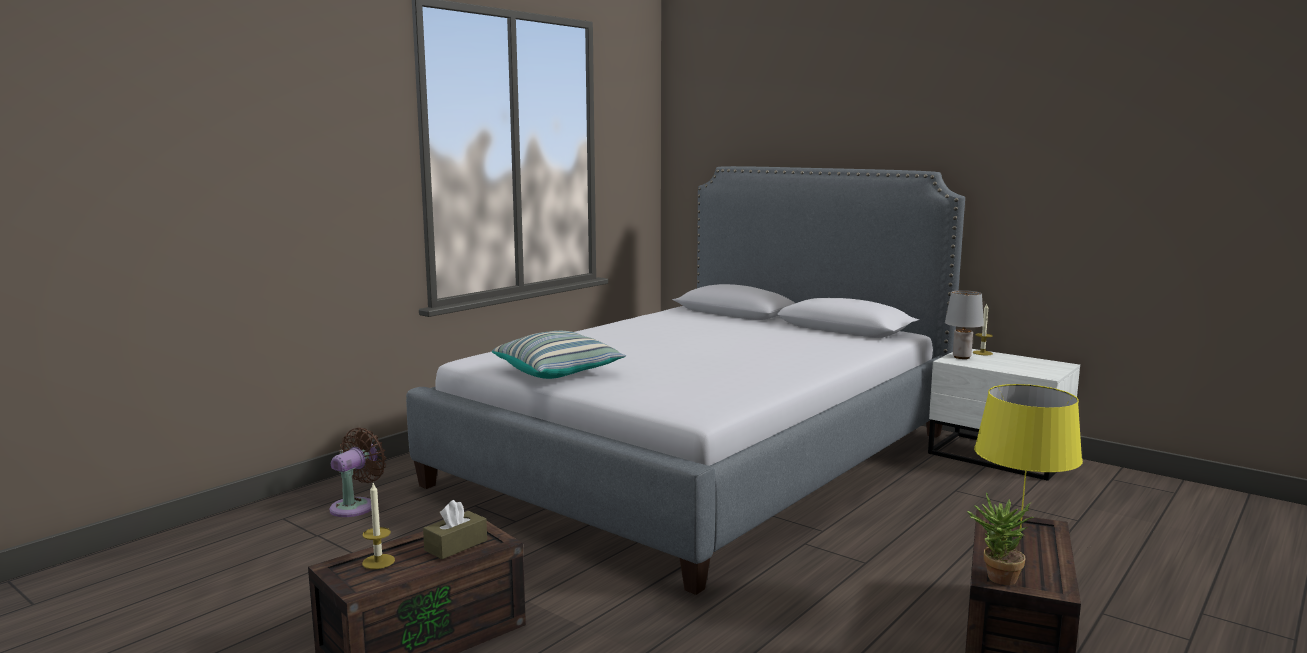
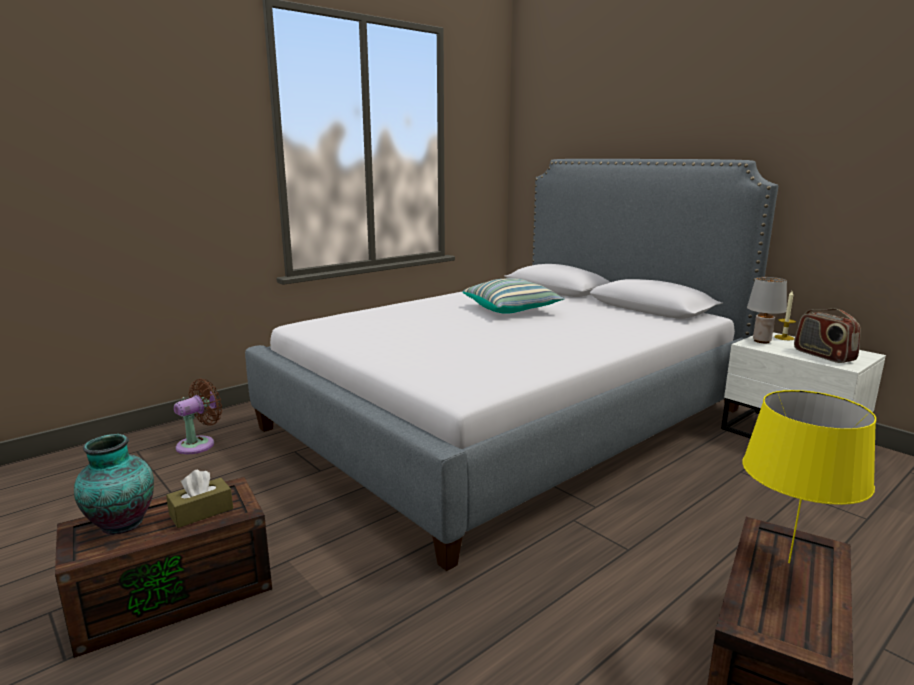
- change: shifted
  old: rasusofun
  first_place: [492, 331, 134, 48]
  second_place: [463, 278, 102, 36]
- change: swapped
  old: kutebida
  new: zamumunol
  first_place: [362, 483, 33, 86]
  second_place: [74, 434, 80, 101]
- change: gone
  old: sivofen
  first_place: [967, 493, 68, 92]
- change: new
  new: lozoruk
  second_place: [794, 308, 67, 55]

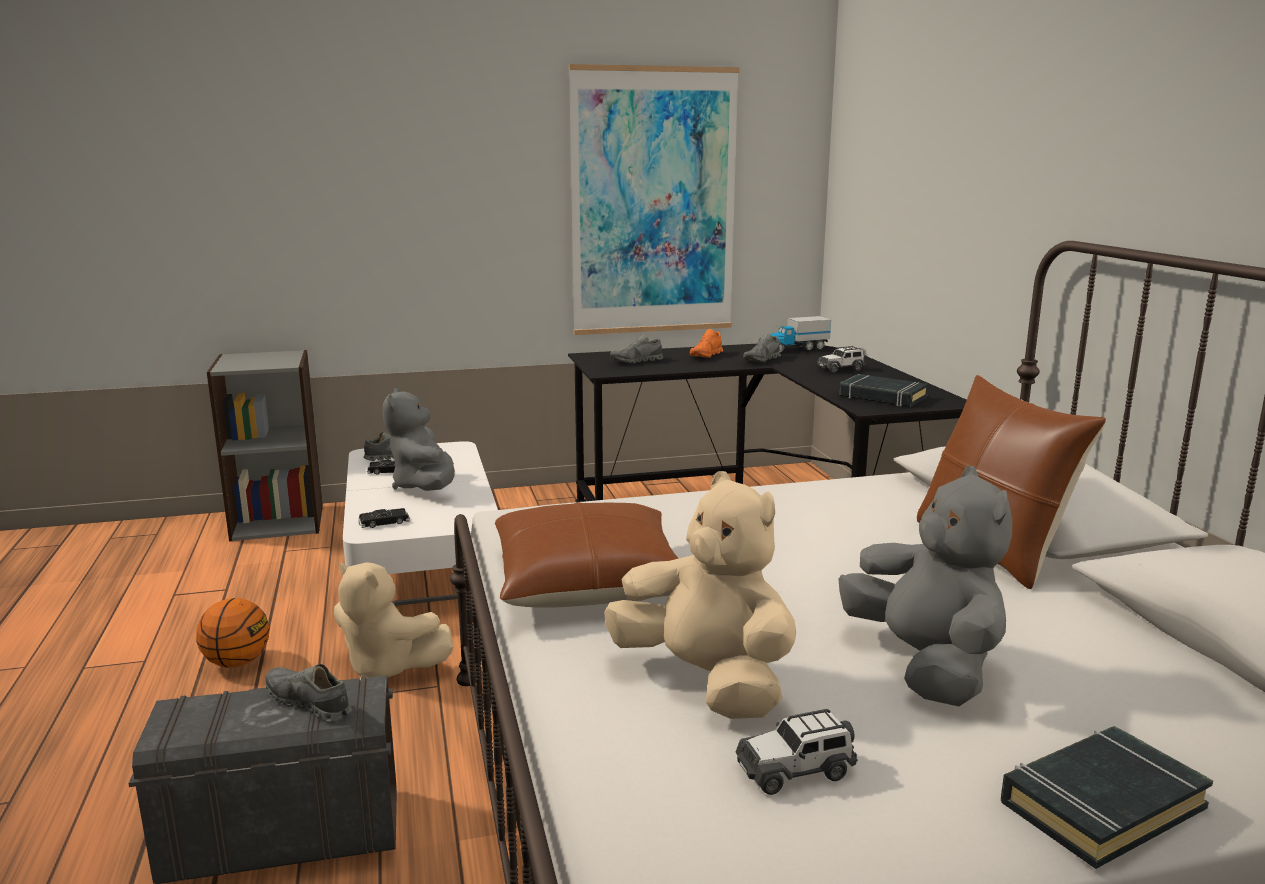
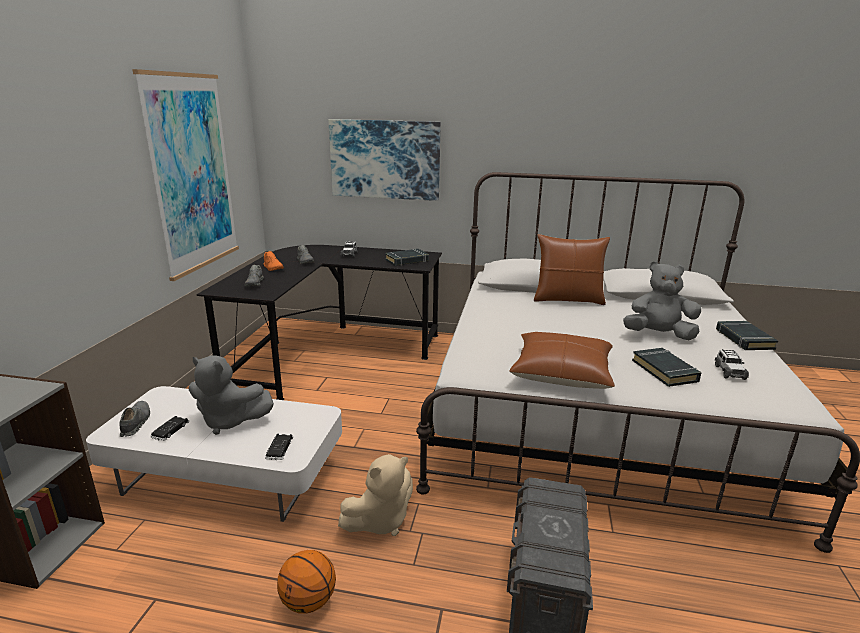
- change: gone
  old: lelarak
  first_place: [770, 316, 61, 37]
- change: swapped
  old: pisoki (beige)
  new: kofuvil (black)
  first_place: [604, 471, 192, 248]
  second_place: [632, 348, 70, 39]
- change: gone
  old: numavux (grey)
  first_place: [265, 664, 87, 59]
- change: new
  new: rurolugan
  second_place: [328, 119, 113, 82]

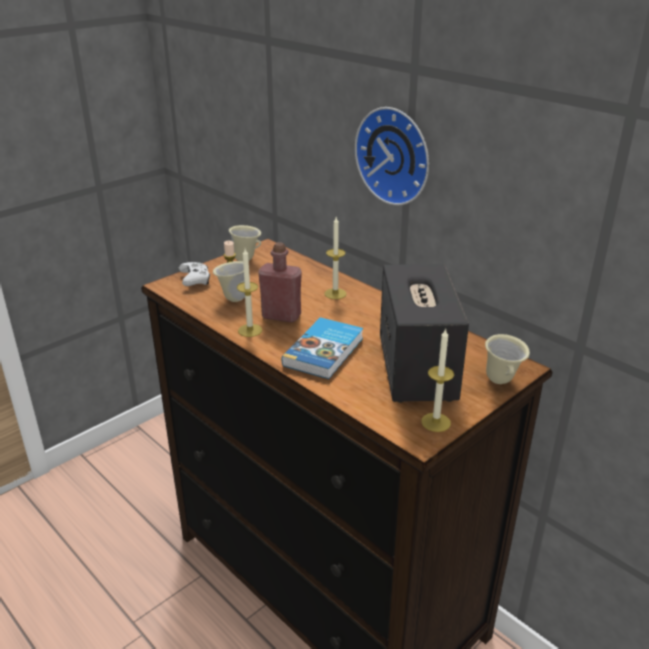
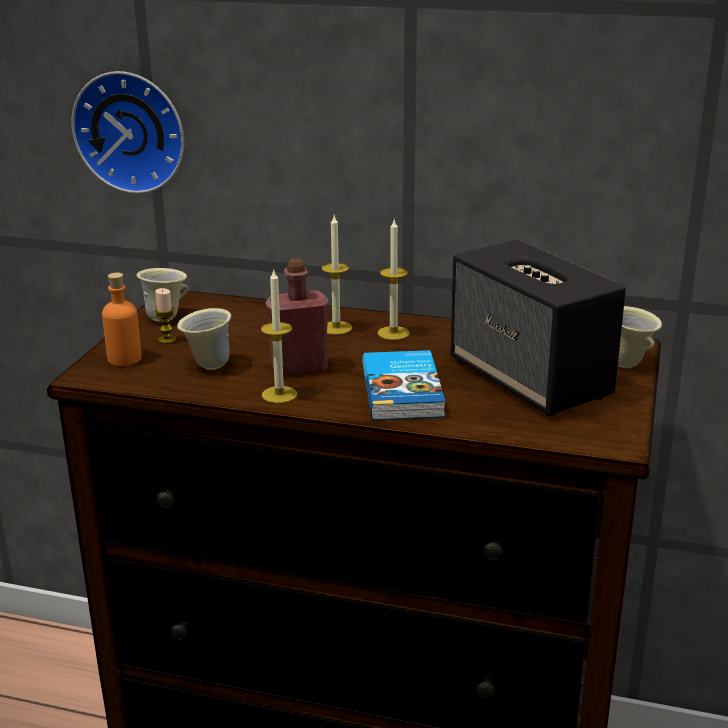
- change: shifted
  old: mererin
  first_place: [355, 107, 74, 99]
  second_place: [71, 71, 113, 123]
- change: swapped
  old: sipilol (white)
  new: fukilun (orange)
  first_place: [179, 262, 31, 24]
  second_place: [102, 272, 40, 94]
- change: shifted
  old: kutebida
  first_place: [421, 329, 33, 103]
  second_place: [378, 220, 32, 120]

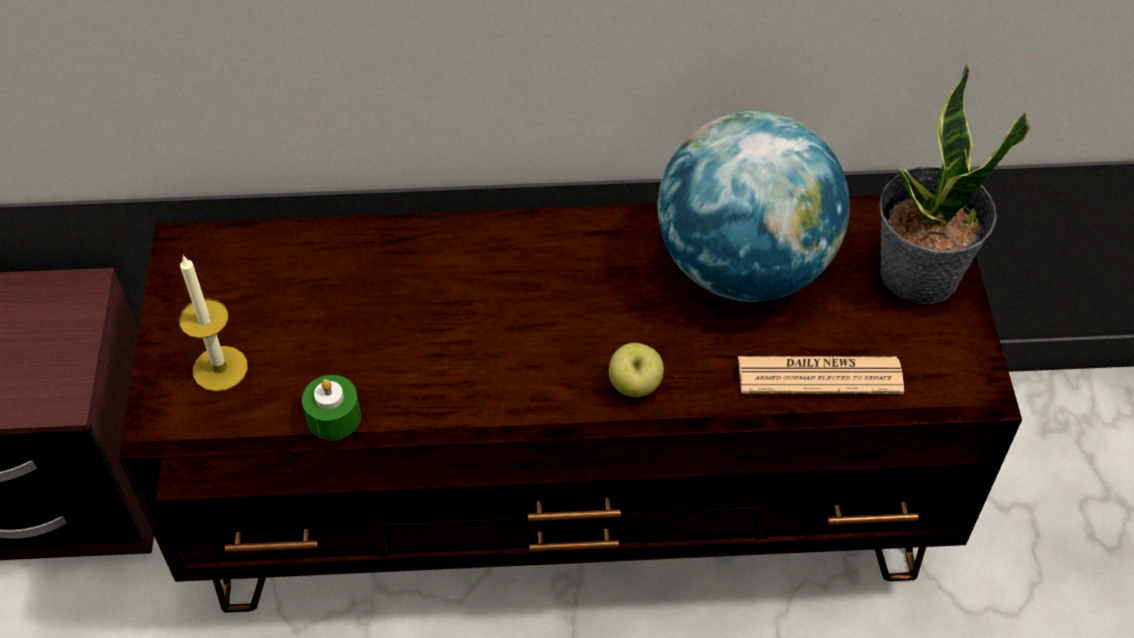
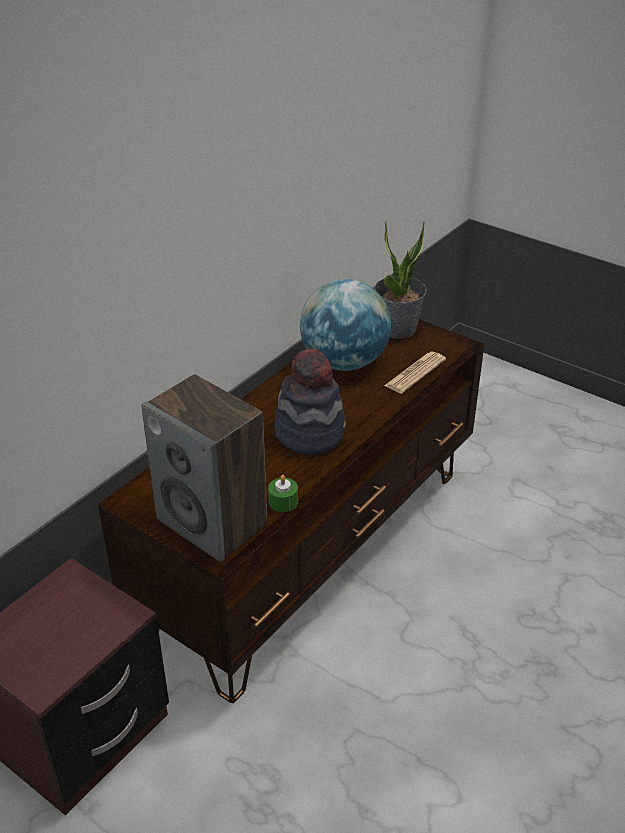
- change: swapped
  old: kutebida
  new: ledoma
  first_place: [179, 255, 69, 137]
  second_place: [141, 374, 126, 188]
- change: gone
  old: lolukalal
  first_place: [609, 343, 55, 54]
- change: new
  new: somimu
  second_place: [274, 349, 72, 106]

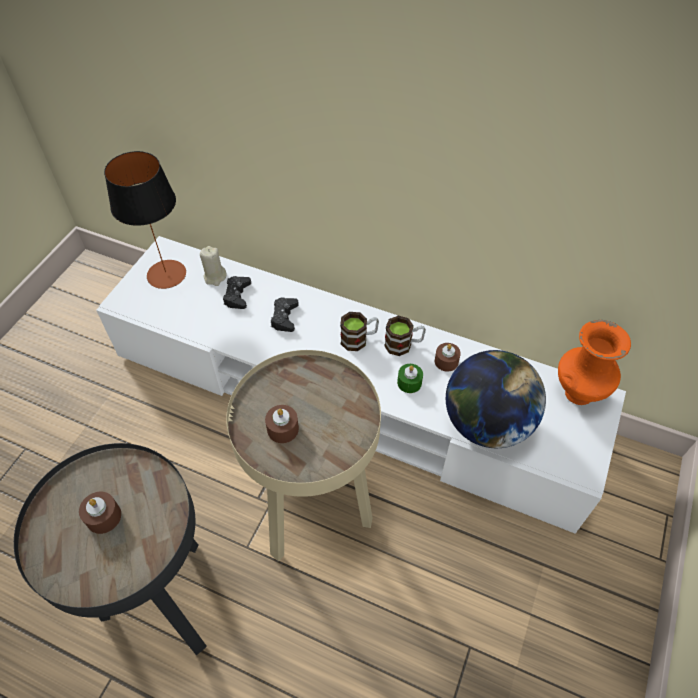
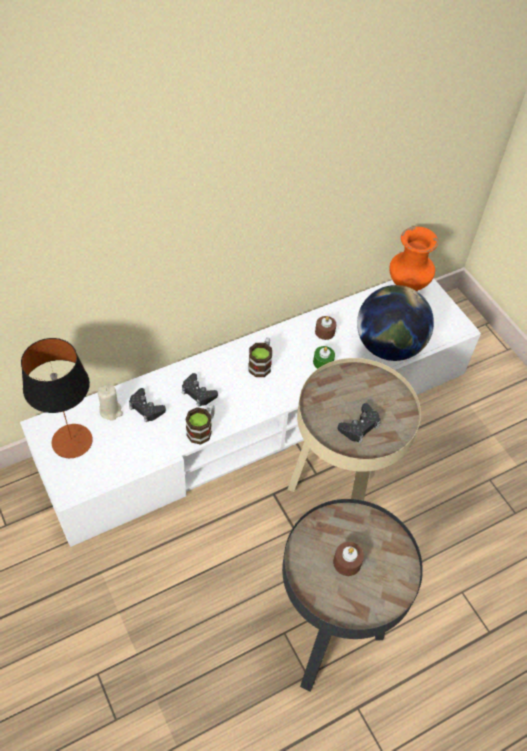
- change: shifted
  old: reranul
  first_place: [384, 316, 42, 40]
  second_place: [185, 404, 30, 41]
- change: swapped
  old: kutebida (brown)
  new: sipilol (black)
  first_place: [265, 405, 34, 38]
  second_place: [337, 403, 44, 41]

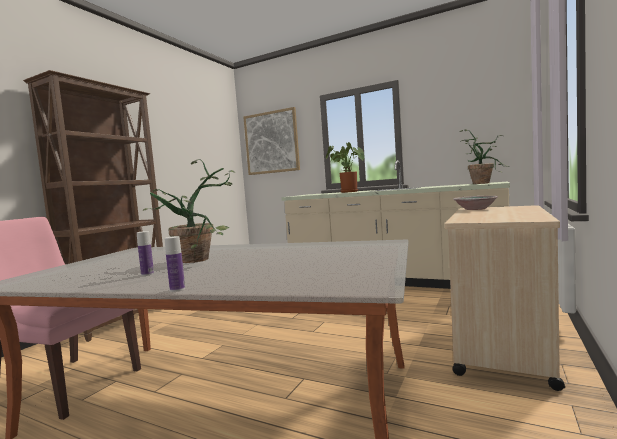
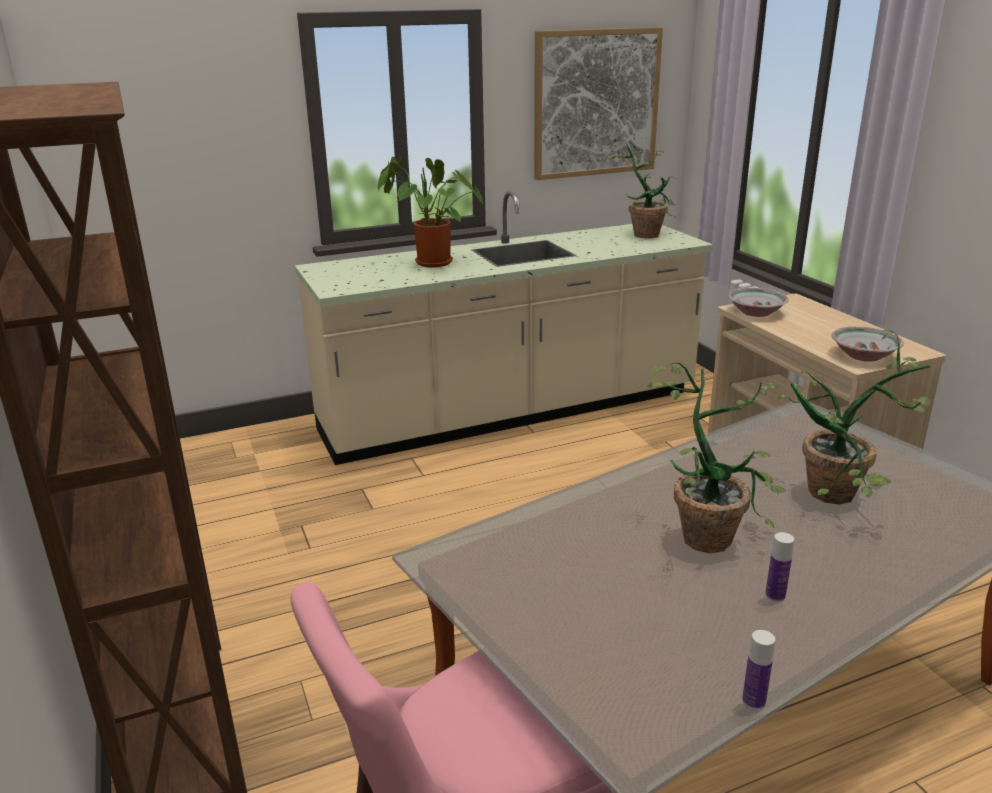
- change: shifted
  old: rurolugan
  first_place: [243, 107, 57, 68]
  second_place: [534, 27, 129, 153]
- change: shifted
  old: fukilun
  first_place: [164, 236, 21, 56]
  second_place: [742, 630, 33, 80]
- change: new
  new: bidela
  second_place: [831, 327, 73, 35]
- change: new
  new: sivofen
  second_place: [777, 329, 153, 176]

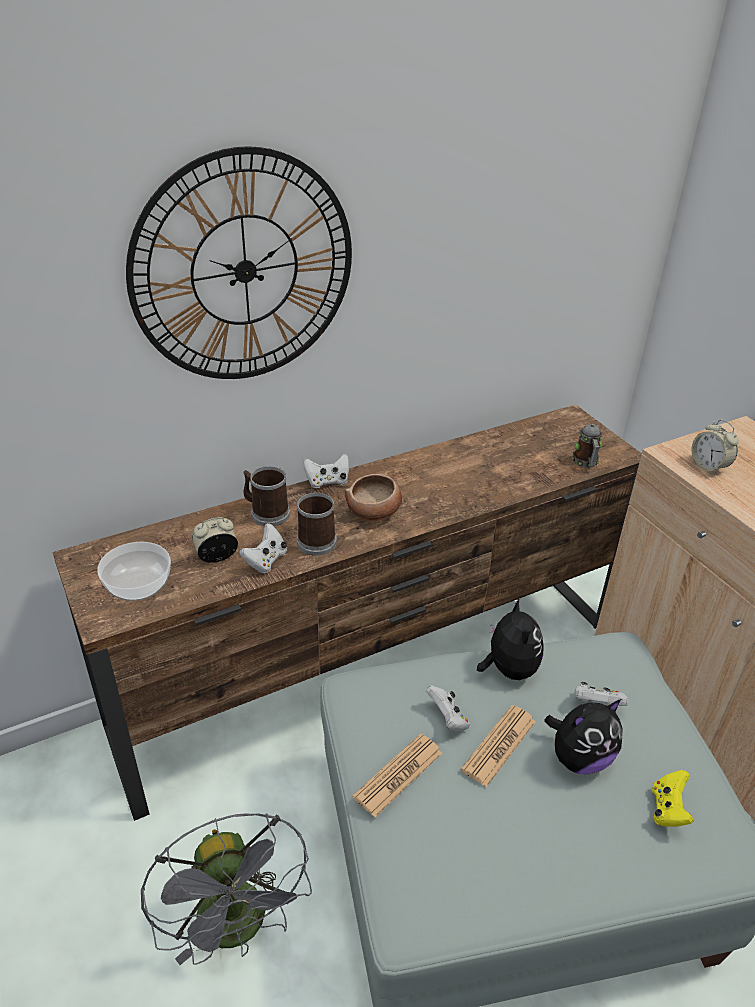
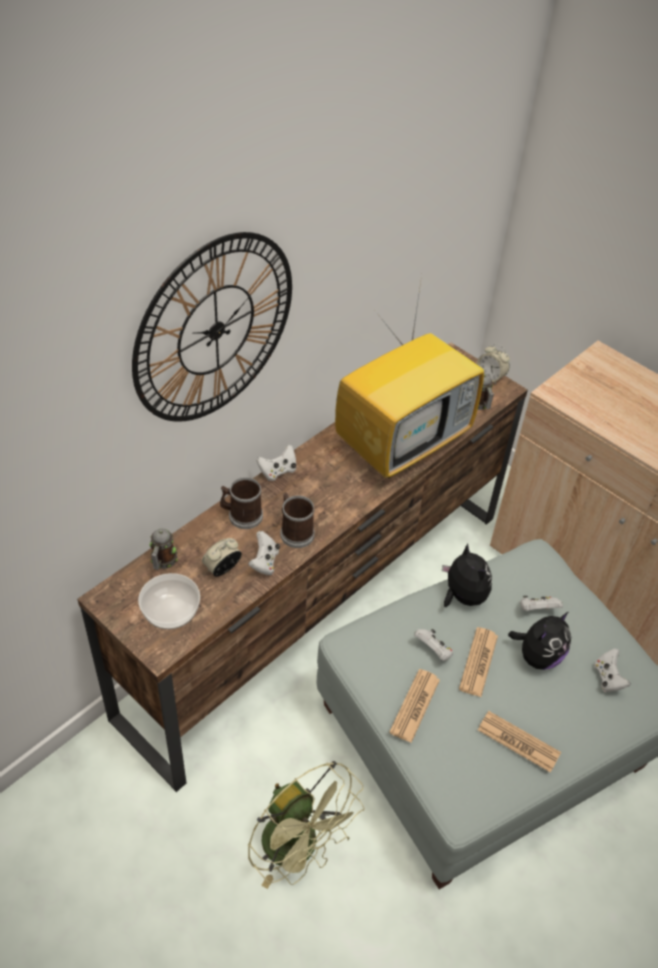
- change: shifted
  old: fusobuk
  first_place: [691, 419, 48, 57]
  second_place: [477, 344, 33, 41]
- change: gone
  old: bidela
  first_place: [345, 474, 57, 47]
- change: repainted
  old: sipilol (yellow)
  new: sipilol (white)
  first_place: [652, 770, 42, 57]
  second_place: [594, 648, 37, 44]
- change: repainted
  old: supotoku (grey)
  new: supotoku (green)
  first_place: [140, 813, 172, 152]
  second_place: [248, 761, 117, 128]
- change: new
  new: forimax
  second_place: [335, 282, 149, 196]
- change: new
  new: reranul
  second_place: [150, 528, 28, 42]
- change: new
  new: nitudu
  second_place: [478, 711, 83, 62]

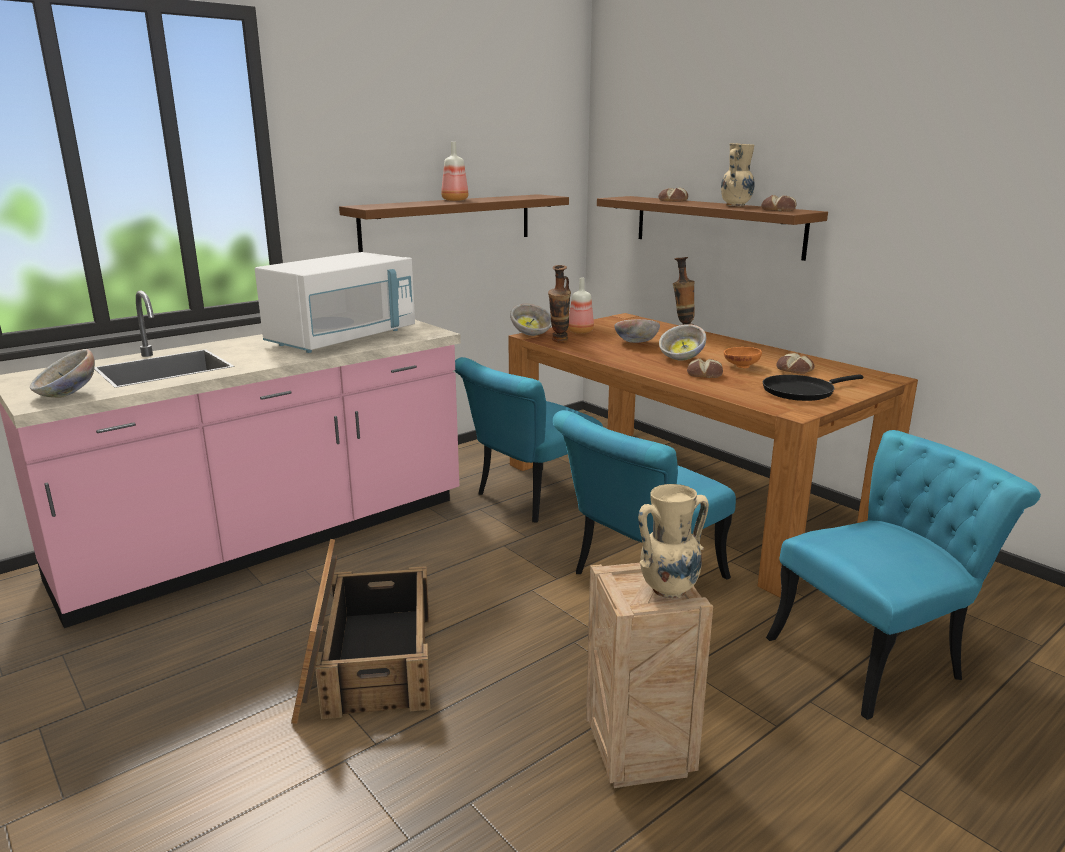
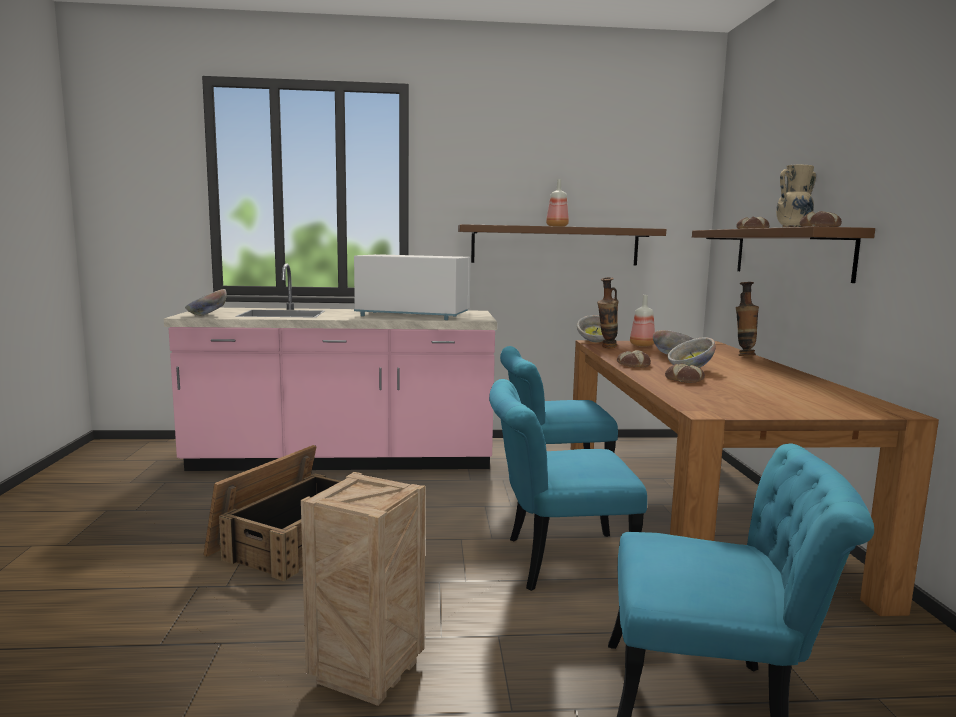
- change: rotated
  old: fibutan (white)
  first_place: [255, 252, 160, 101]
  second_place: [354, 254, 117, 66]
  degrees: -150
- change: gone
  old: bidela (orange)
  first_place: [724, 347, 38, 21]
- change: shifted
  old: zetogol
  first_place: [776, 353, 39, 21]
  second_place: [617, 350, 34, 17]
- change: gone
  old: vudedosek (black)
  first_place: [763, 375, 100, 26]
- change: gone
  old: zamumunol (beige)
  first_place: [638, 484, 71, 115]

